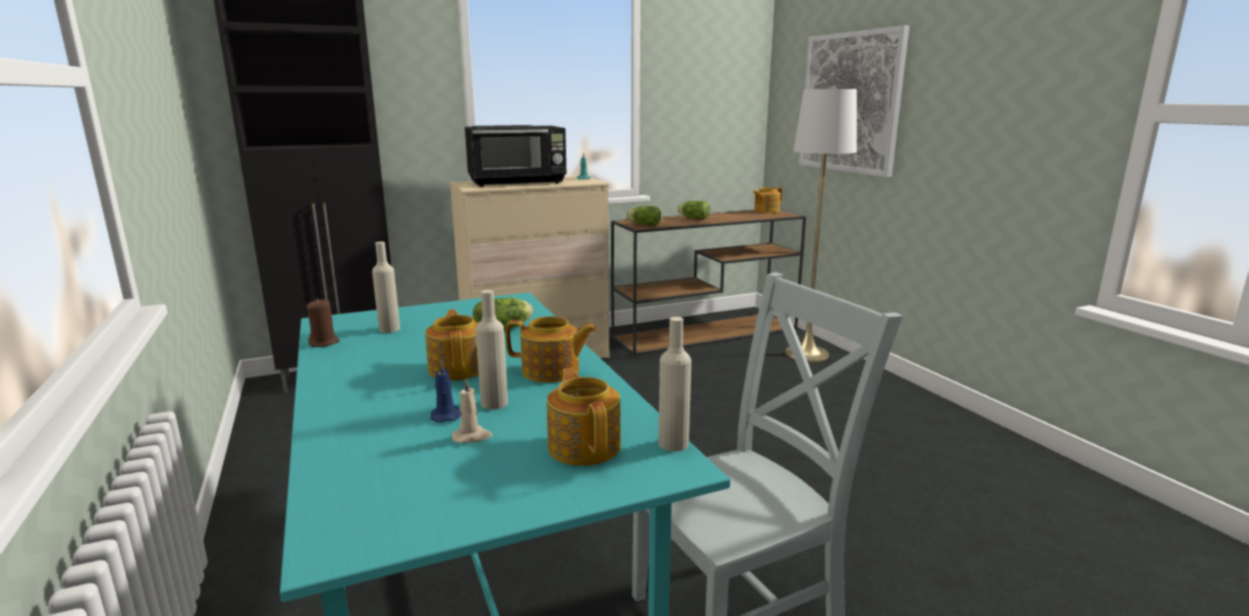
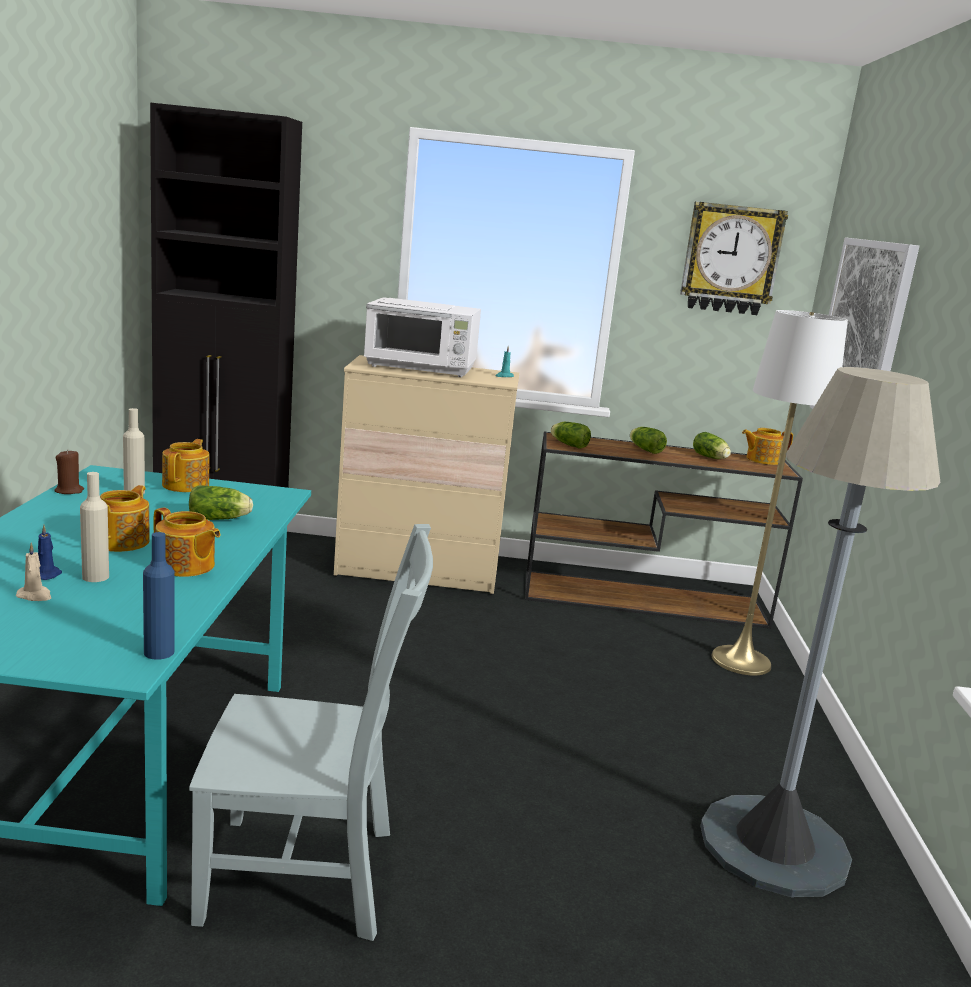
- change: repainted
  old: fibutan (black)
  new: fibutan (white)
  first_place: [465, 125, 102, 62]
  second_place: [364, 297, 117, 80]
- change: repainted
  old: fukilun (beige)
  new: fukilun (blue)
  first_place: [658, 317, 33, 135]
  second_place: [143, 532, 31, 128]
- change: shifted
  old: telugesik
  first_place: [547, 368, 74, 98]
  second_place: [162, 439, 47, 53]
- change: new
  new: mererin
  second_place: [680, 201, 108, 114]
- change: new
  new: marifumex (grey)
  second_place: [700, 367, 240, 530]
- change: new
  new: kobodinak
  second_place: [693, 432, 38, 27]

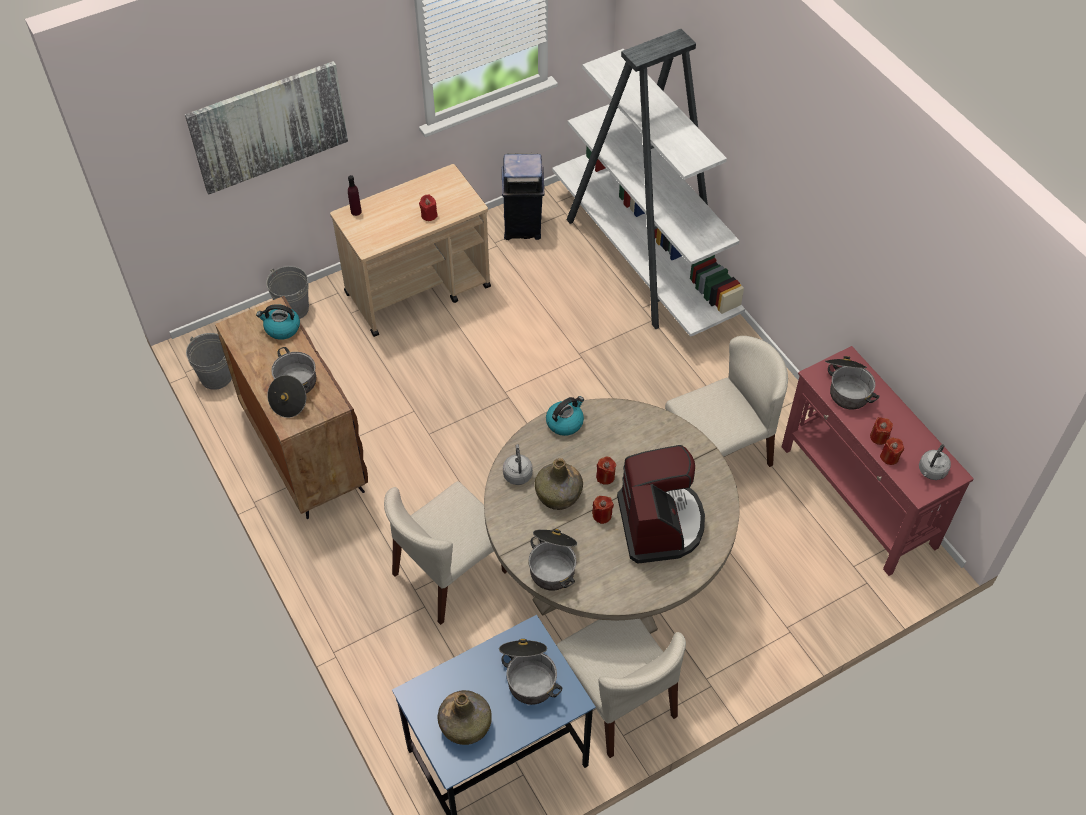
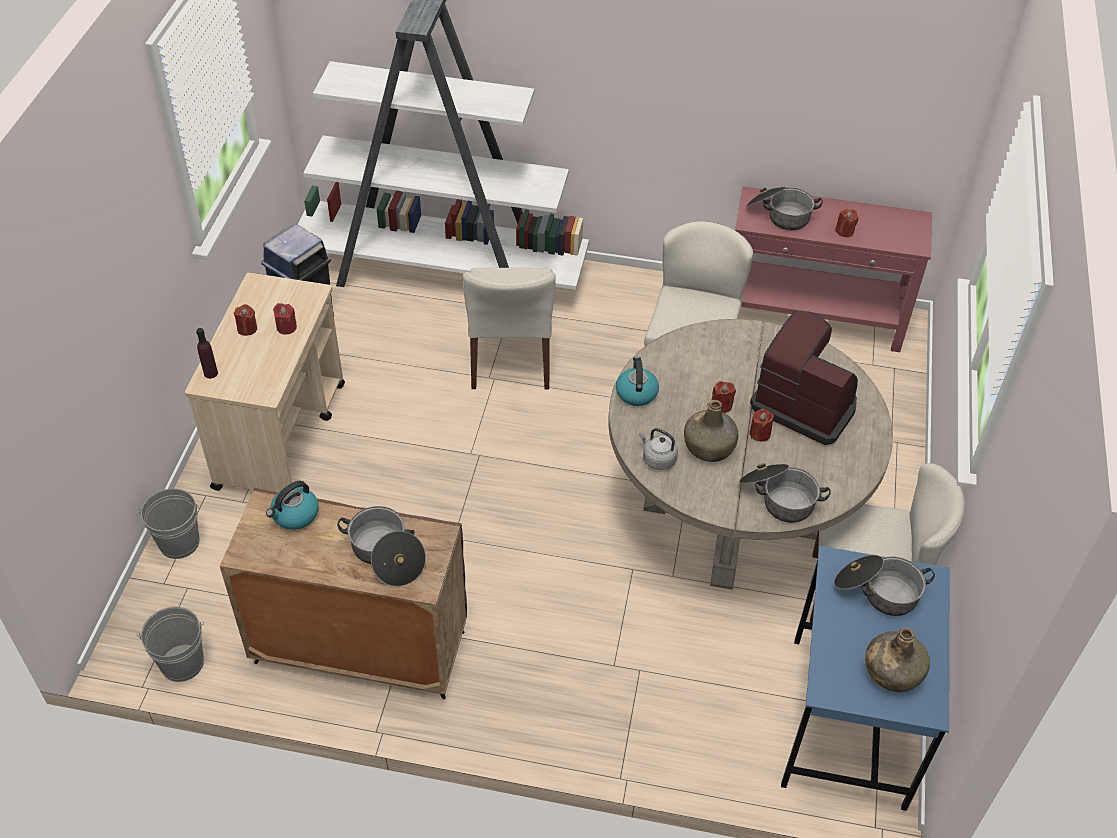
- change: gone
  old: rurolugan
  first_place: [185, 61, 163, 133]
- change: shifted
  old: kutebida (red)
  first_place: [880, 437, 24, 28]
  second_place: [234, 304, 23, 32]
- change: gone
  old: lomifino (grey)
  first_place: [919, 444, 32, 36]
- change: shifted
  old: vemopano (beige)
  first_place: [384, 481, 123, 144]
  second_place: [463, 268, 93, 121]

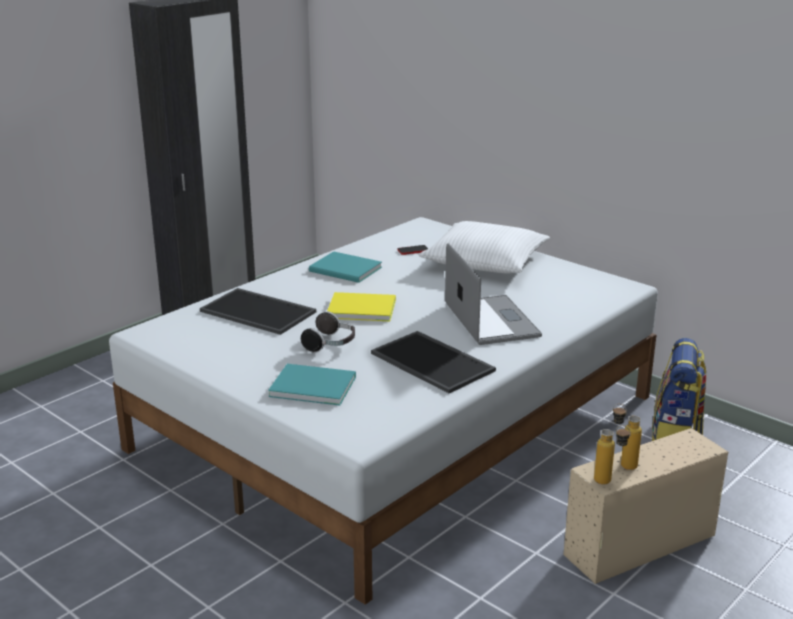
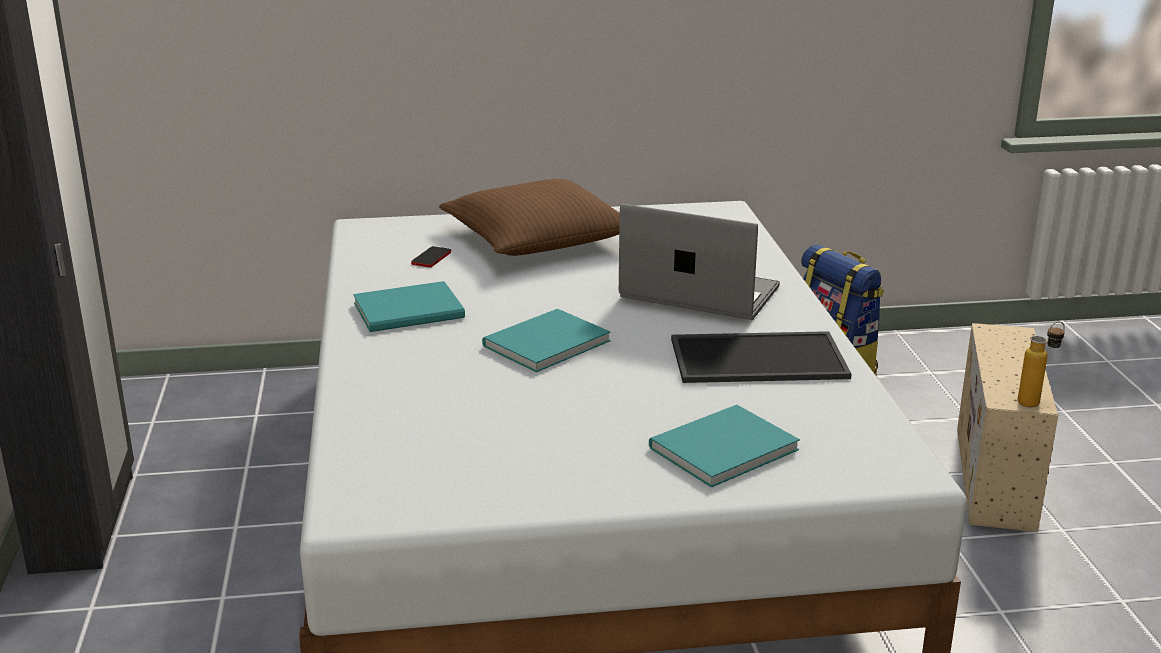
- change: repainted
  old: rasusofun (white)
  new: rasusofun (brown)
  first_place: [419, 221, 131, 53]
  second_place: [439, 179, 181, 77]
- change: gone
  old: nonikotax
  first_place: [200, 288, 116, 47]
- change: repainted
  old: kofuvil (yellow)
  new: kofuvil (turquoise)
  first_place: [327, 292, 69, 29]
  second_place: [482, 309, 129, 63]
- change: gone
  old: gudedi
  first_place: [301, 311, 54, 42]
- change: gone
  old: fukilun
  first_place: [613, 404, 29, 66]

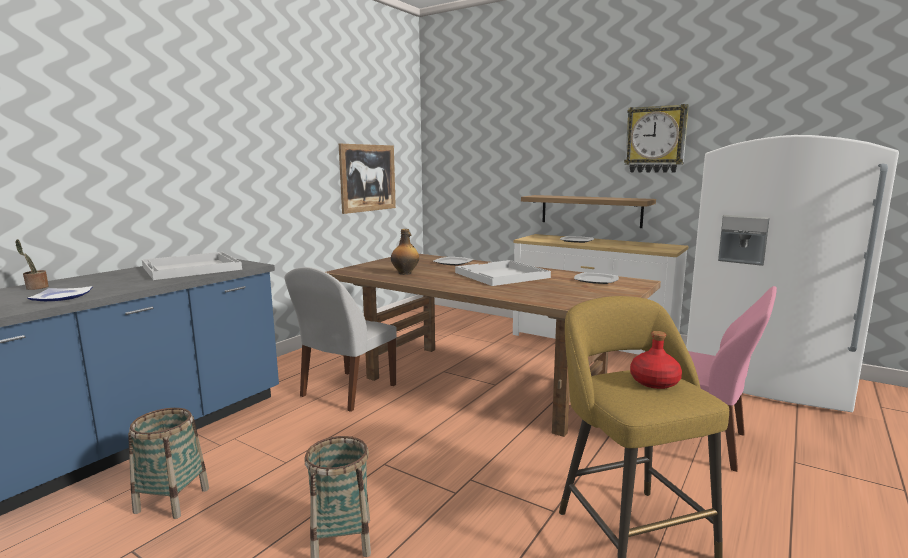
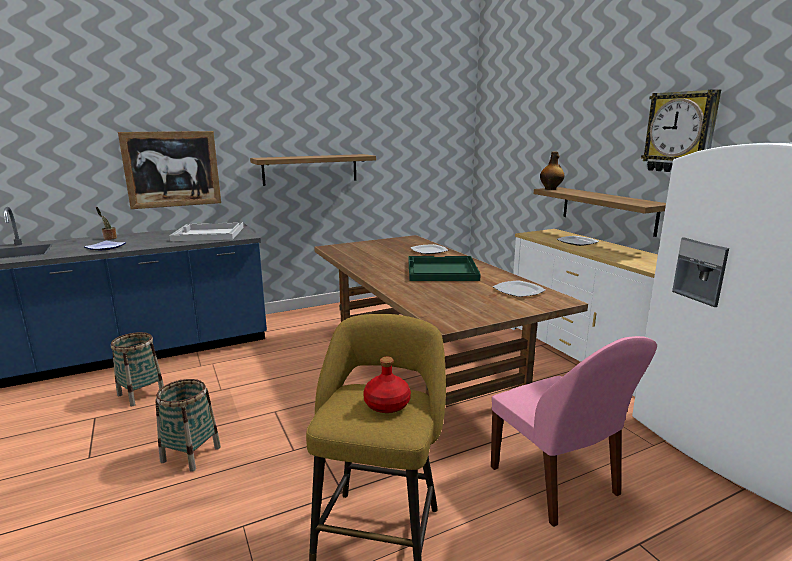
- change: shifted
  old: rurolugan
  first_place: [339, 144, 57, 70]
  second_place: [118, 131, 103, 78]
- change: shifted
  old: fukilun
  first_place: [391, 229, 28, 46]
  second_place: [540, 151, 24, 39]
- change: repainted
  old: nonikotax (white)
  new: nonikotax (green)
  first_place: [455, 260, 96, 26]
  second_place: [409, 256, 72, 25]
- change: gone
  old: vemopano (white)
  first_place: [284, 267, 113, 145]
- change: new
  new: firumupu
  second_place: [250, 154, 126, 32]

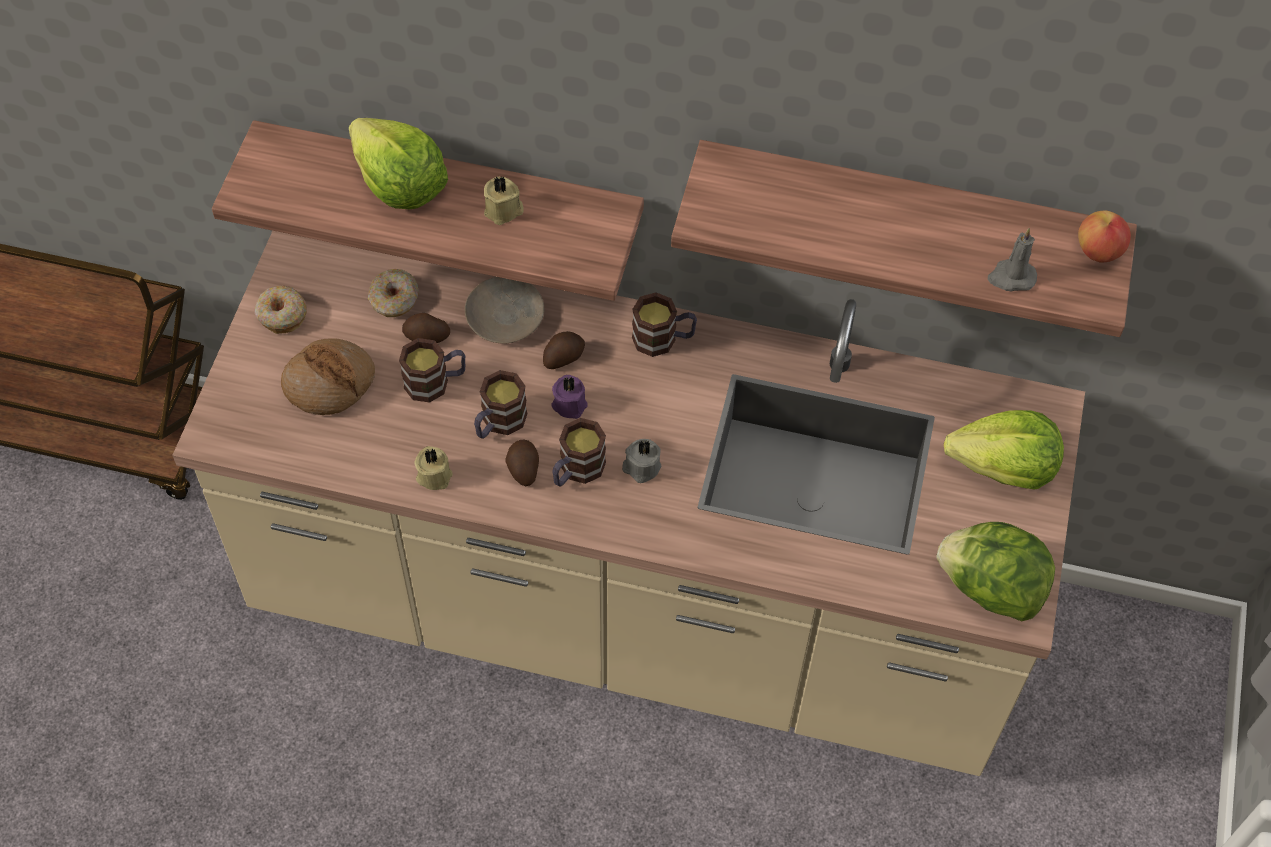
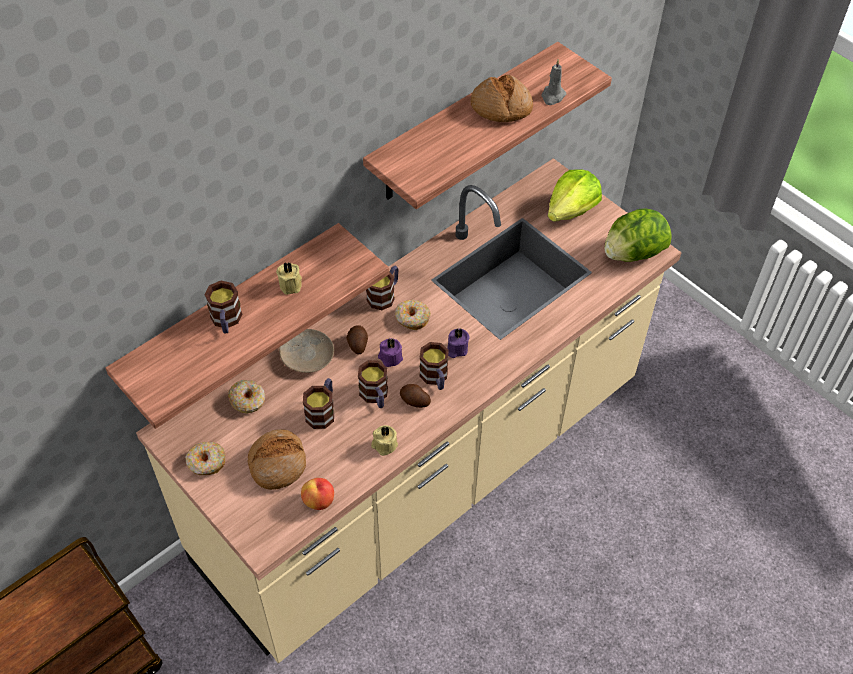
- change: swapped
  old: kobodinak
  new: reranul
  first_place: [349, 118, 99, 91]
  second_place: [205, 281, 37, 52]
- change: shifted
  old: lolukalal
  first_place: [1078, 210, 53, 53]
  second_place: [301, 478, 33, 32]
- change: gone
  old: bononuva
  first_place: [402, 313, 48, 30]
- change: repainted
  old: kutebida (grey)
  new: kutebida (purple)
  first_place: [622, 439, 39, 44]
  second_place: [447, 329, 23, 29]
- change: new
  new: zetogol
  second_place: [471, 75, 62, 47]
- change: new
  new: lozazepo
  second_place: [395, 300, 36, 30]

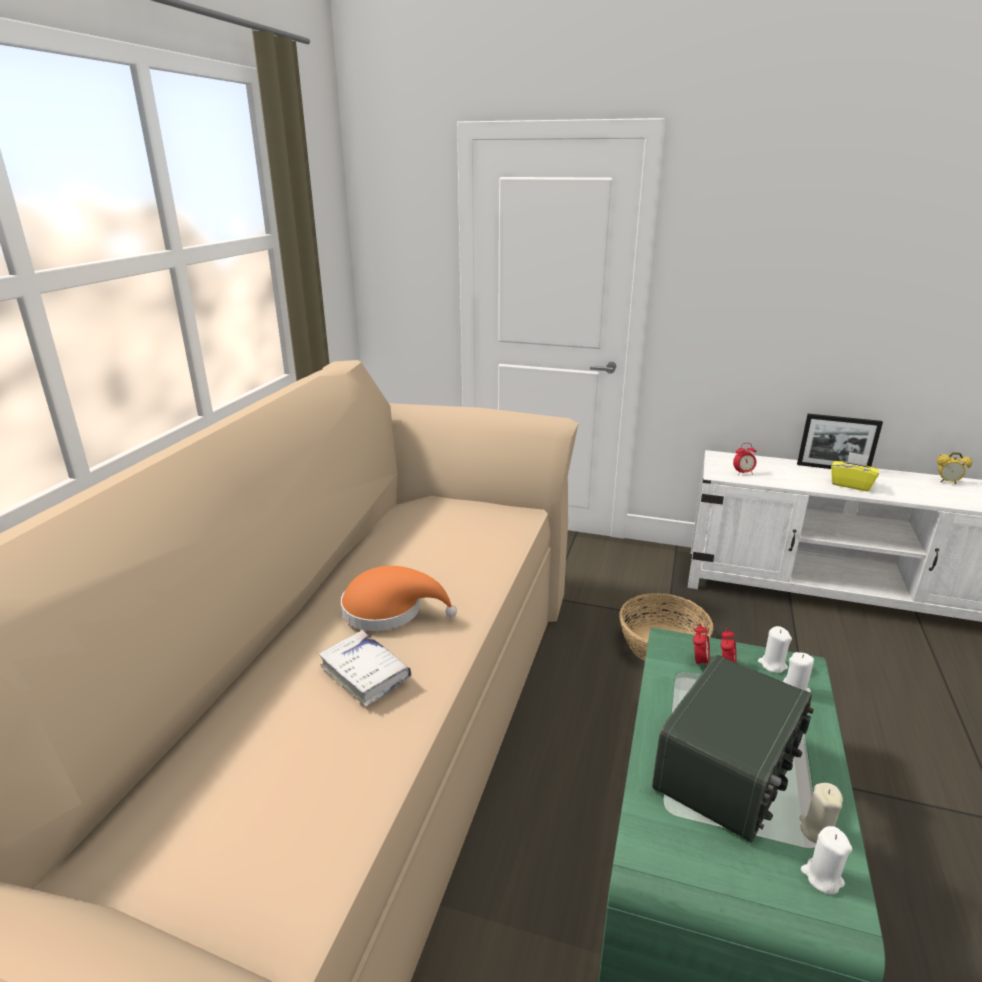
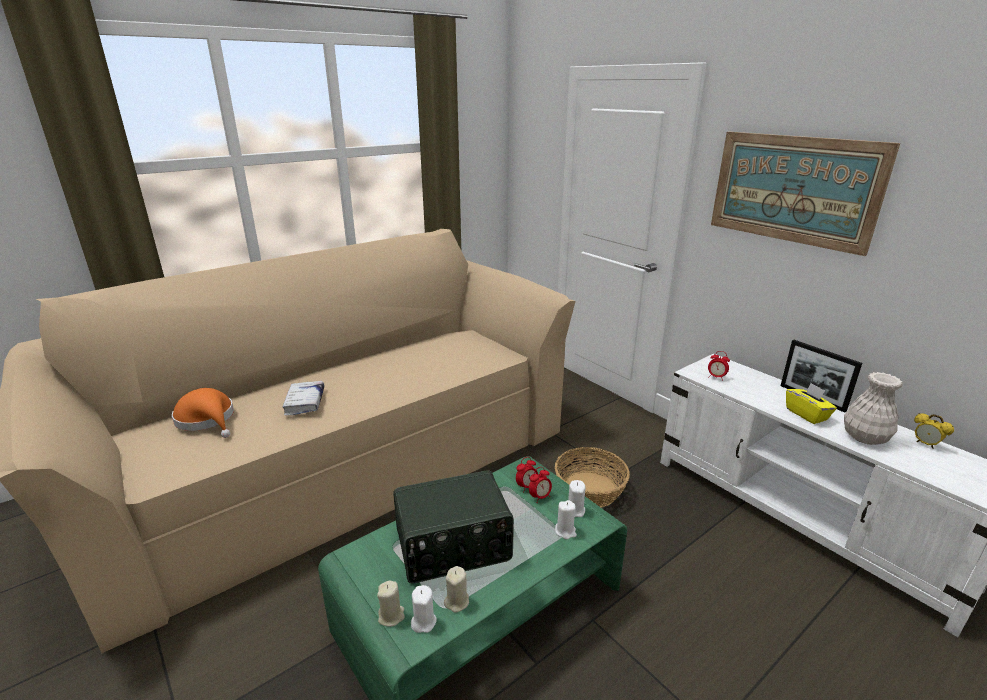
- change: shifted
  old: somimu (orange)
  first_place: [340, 566, 117, 65]
  second_place: [172, 388, 62, 50]
- change: new
  new: rurolugan
  second_place: [711, 132, 189, 124]
- change: new
  new: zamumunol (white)
  second_place: [844, 372, 59, 73]
- change: new
  new: kutebida (beige)
  second_place: [377, 581, 28, 46]

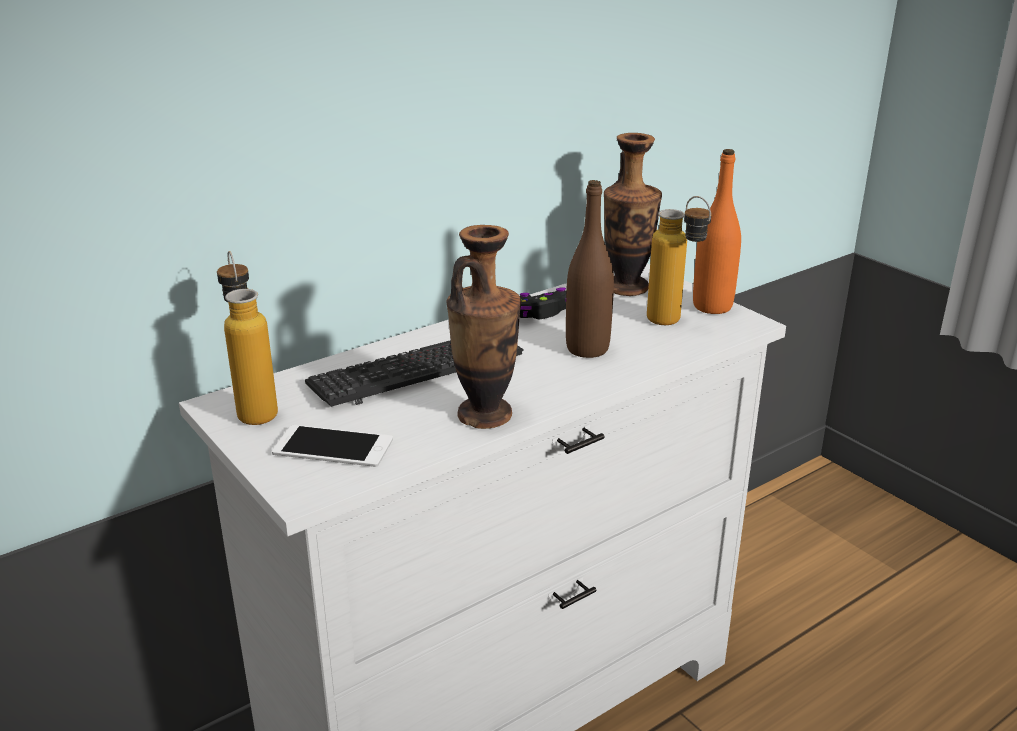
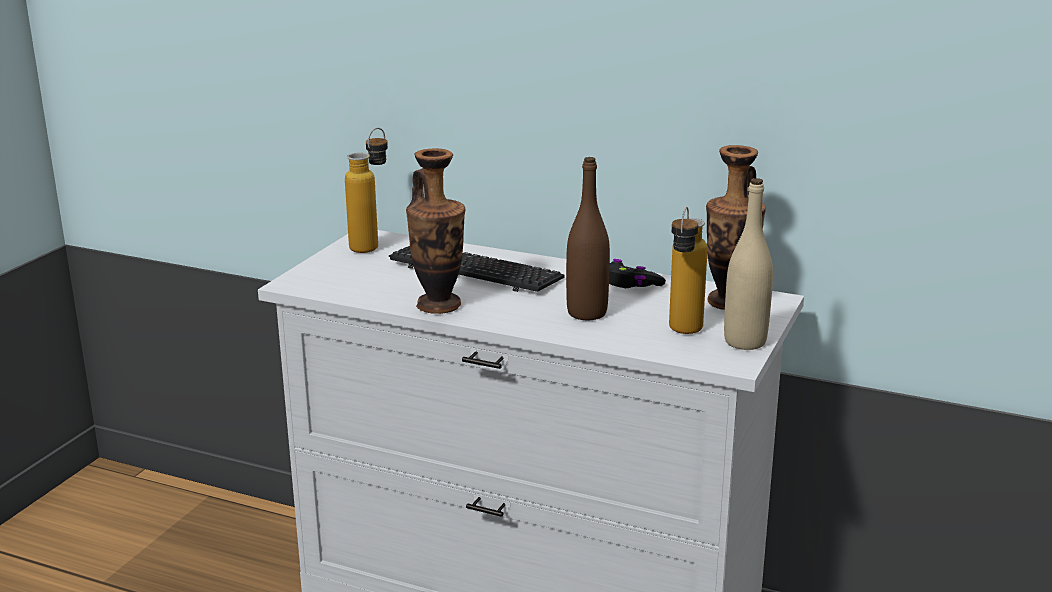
- change: repainted
  old: fukilun (orange)
  new: fukilun (beige)
  first_place: [693, 149, 48, 165]
  second_place: [724, 178, 49, 172]
- change: gone
  old: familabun
  first_place: [272, 425, 121, 42]

